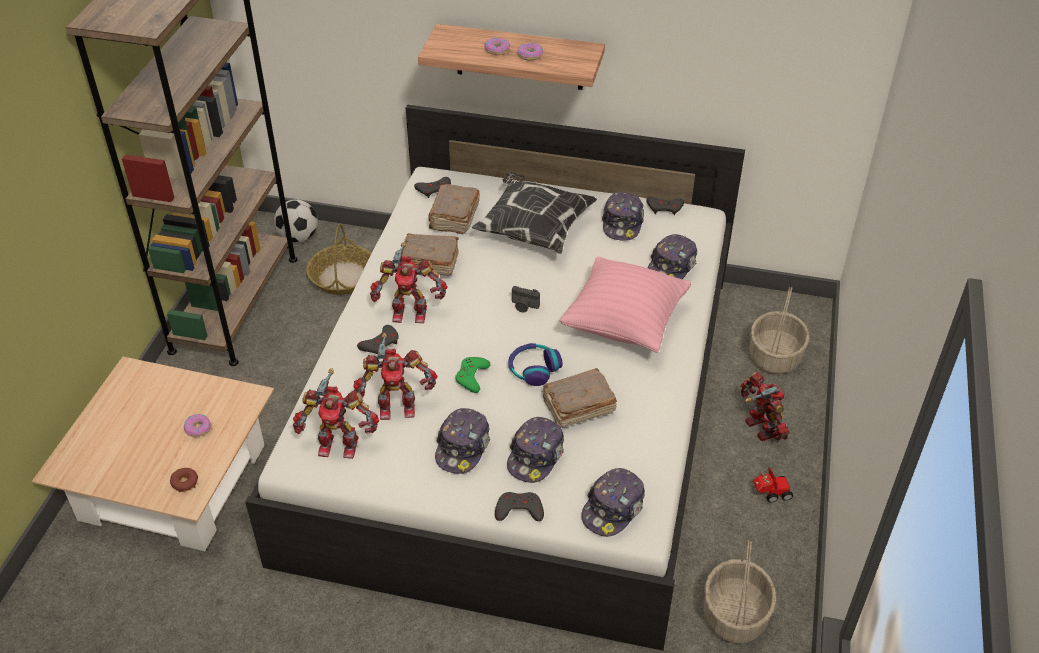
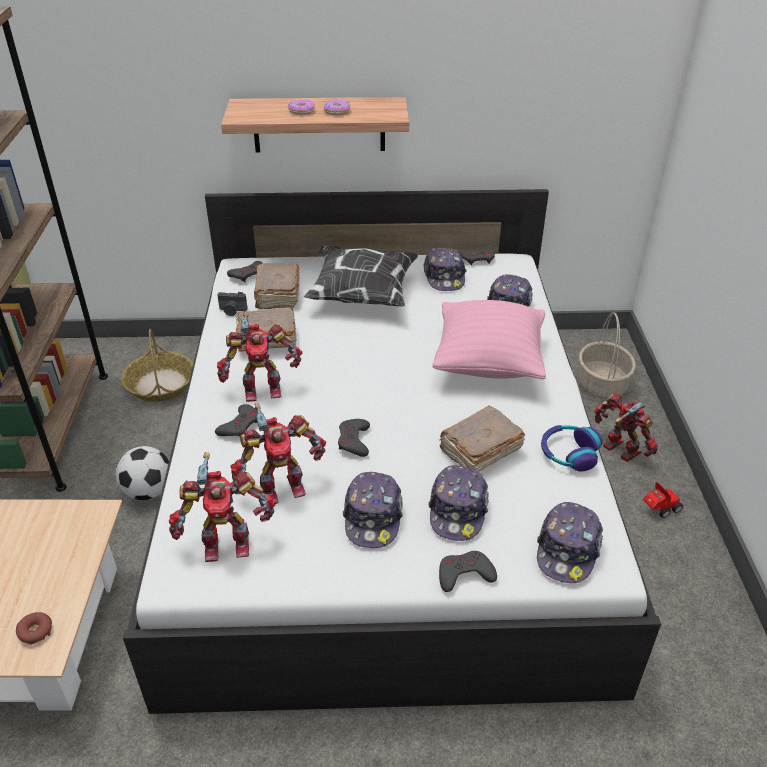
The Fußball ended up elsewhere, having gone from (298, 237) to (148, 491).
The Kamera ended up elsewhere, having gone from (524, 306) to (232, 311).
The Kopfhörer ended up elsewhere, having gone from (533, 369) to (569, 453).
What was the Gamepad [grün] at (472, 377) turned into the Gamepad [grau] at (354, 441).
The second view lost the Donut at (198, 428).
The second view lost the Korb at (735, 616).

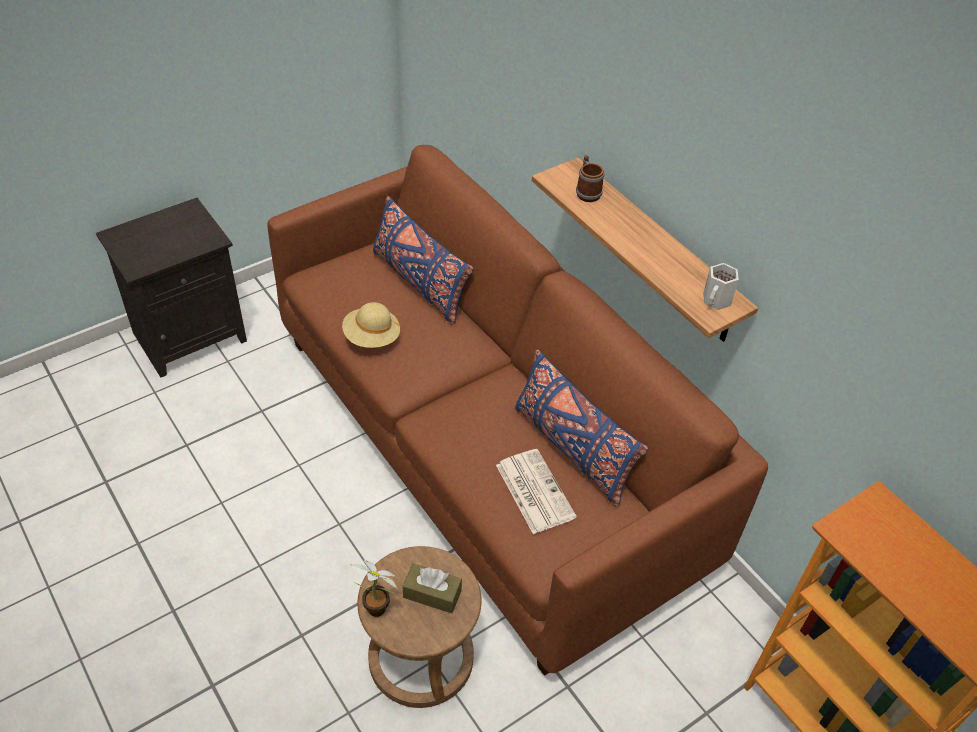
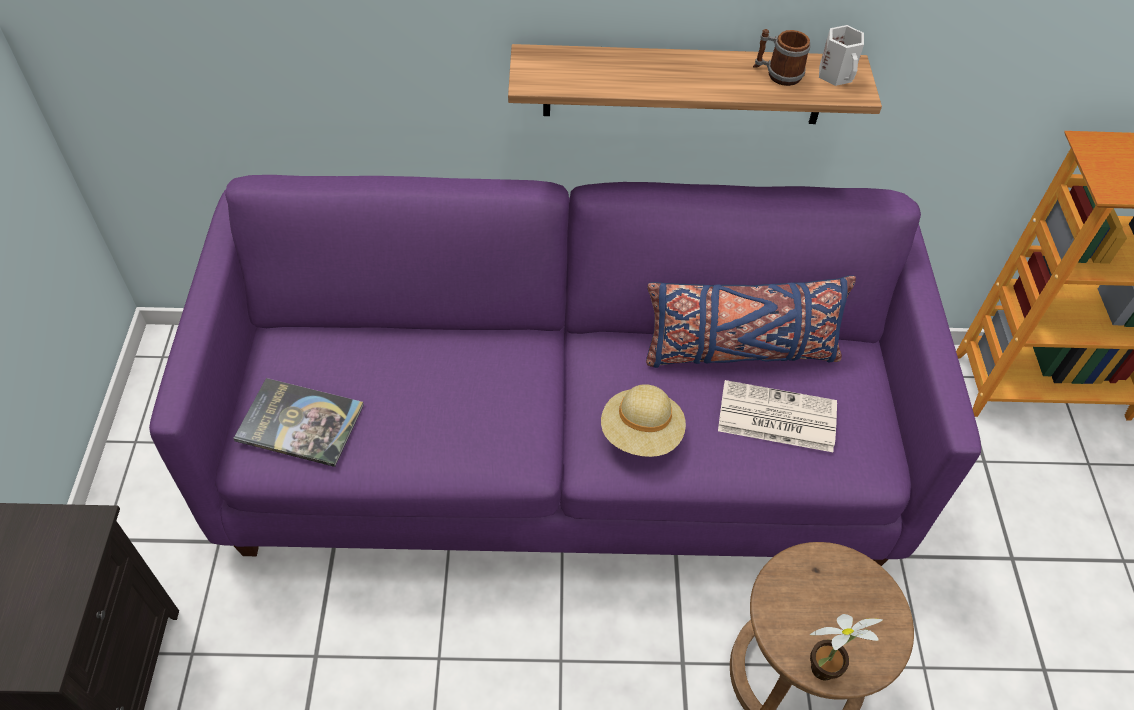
What was the Sofa [braun] at (485, 448) turned into the Sofa [lila] at (563, 450).
The Henkelbecher ended up elsewhere, having gone from (587, 191) to (777, 74).
The second view lost the Kissen [blau] at (420, 282).
The Hut [beige] ended up elsewhere, having gone from (371, 337) to (641, 434).
The second view lost the Taschentuchbox [braun] at (432, 594).
The second view gained the Buch at (300, 423).

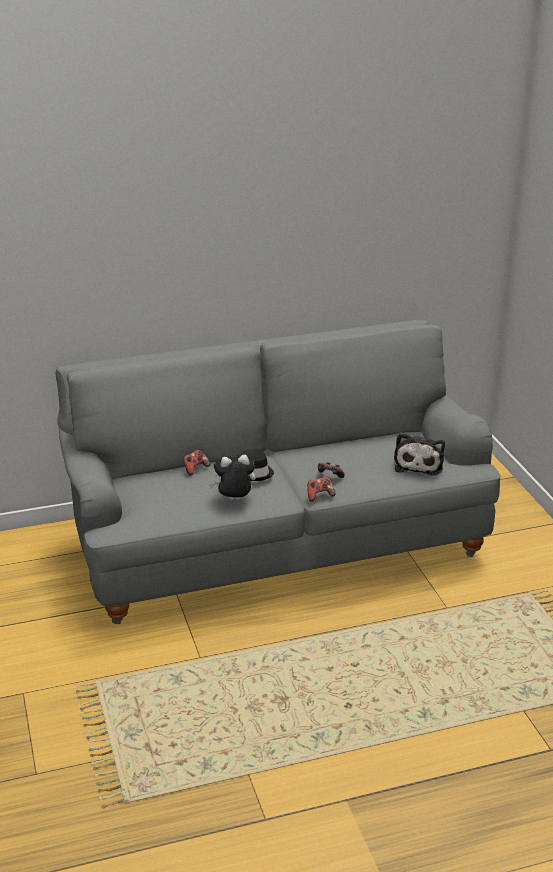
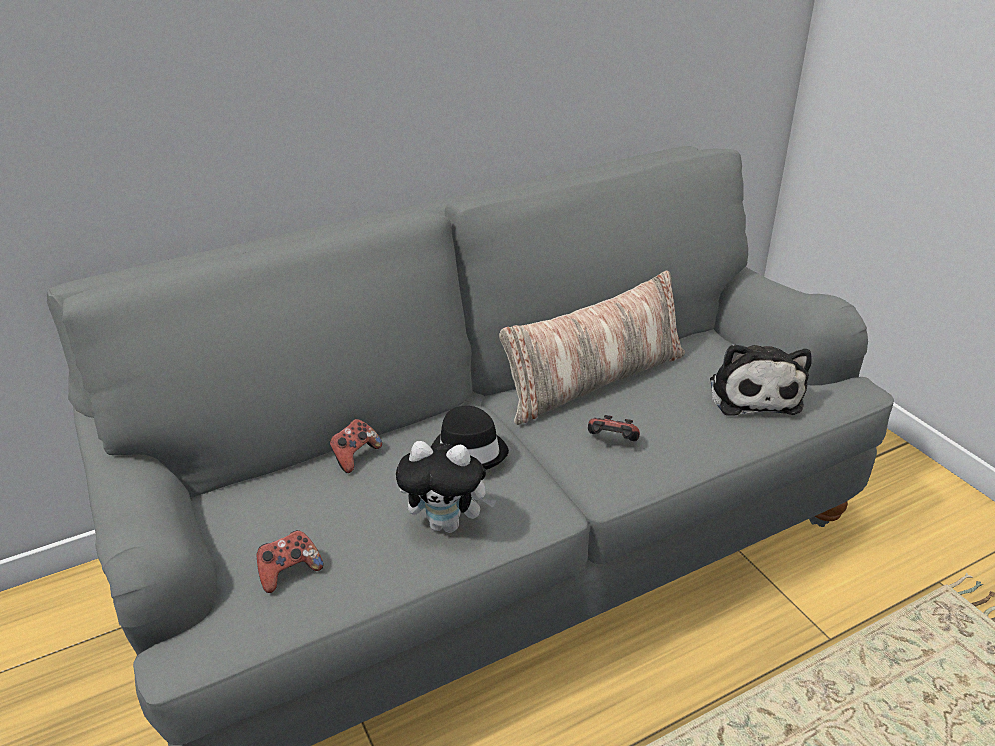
The Plüschtier at (234, 500) ended up facing another way, 150 degrees counterclockwise from before.
The Gamepad ended up elsewhere, having gone from (319, 496) to (289, 572).
The second view gained the Kissen at (594, 381).

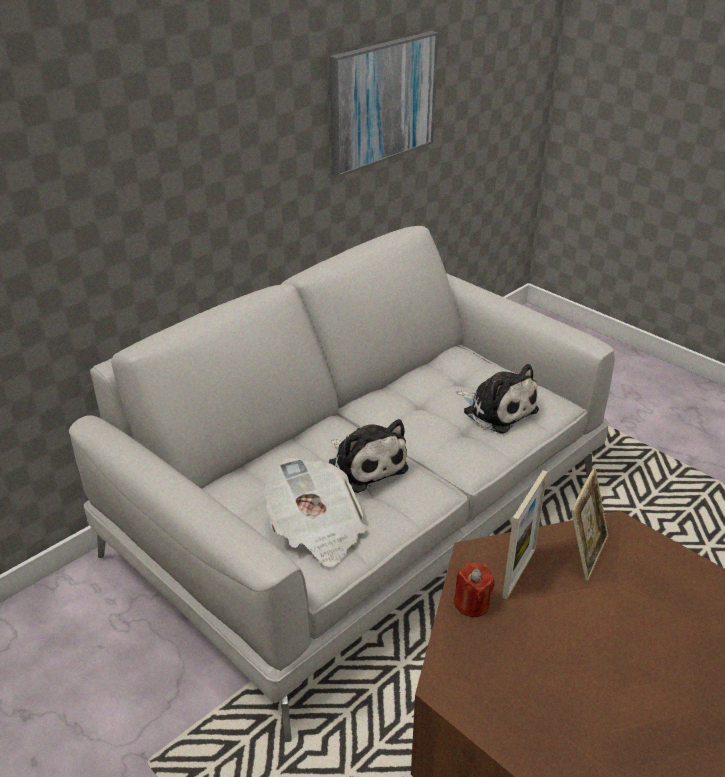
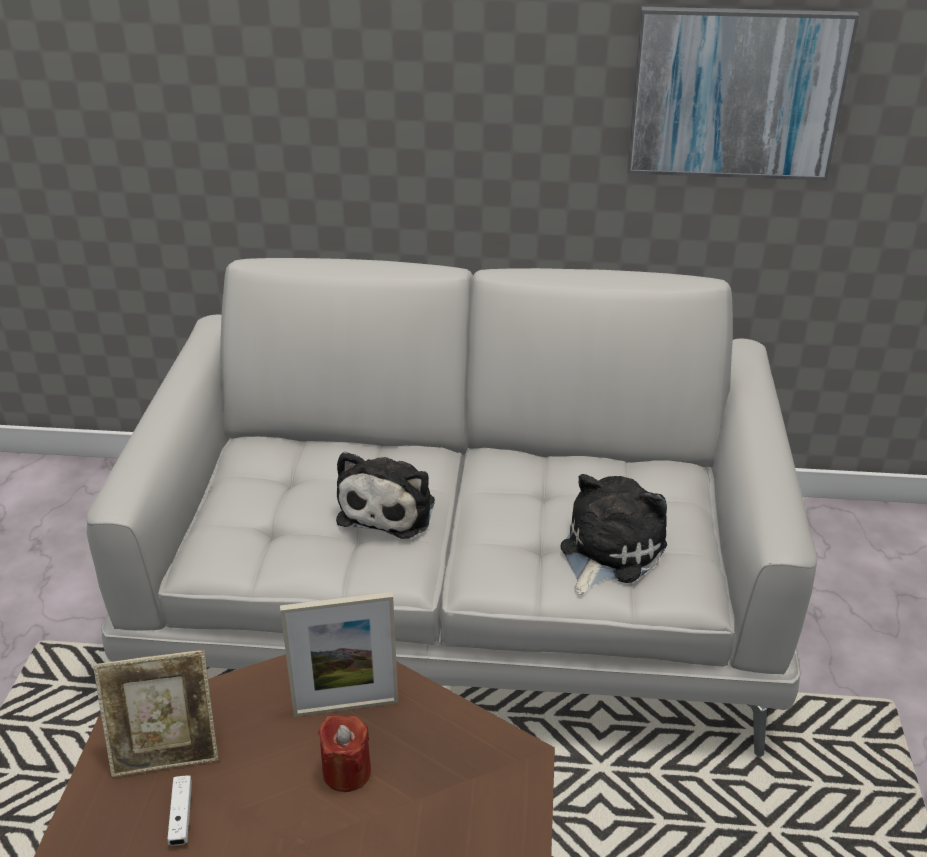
The Plüschtier at (497, 410) ended up facing another way, 150 degrees counterclockwise from before.
The second view lost the Zeitung at (316, 531).
The Bilderrahmen ended up elsewhere, having gone from (584, 552) to (166, 753).
The Kerze [rot] ended up elsewhere, having gone from (472, 604) to (346, 772).
The second view gained the Gamepad [weiß] at (181, 816).

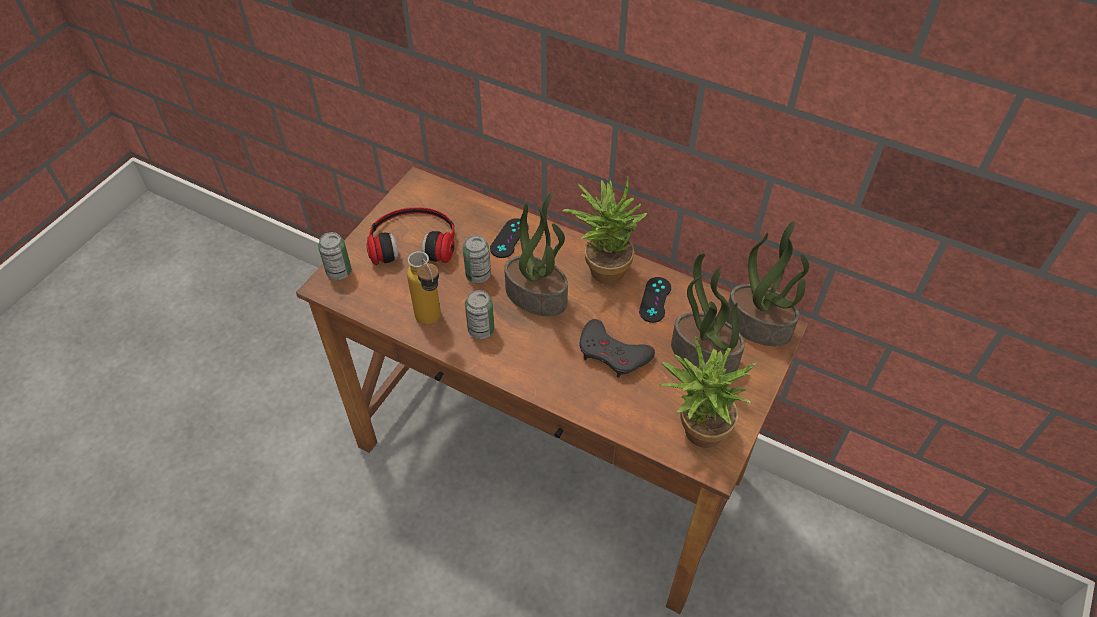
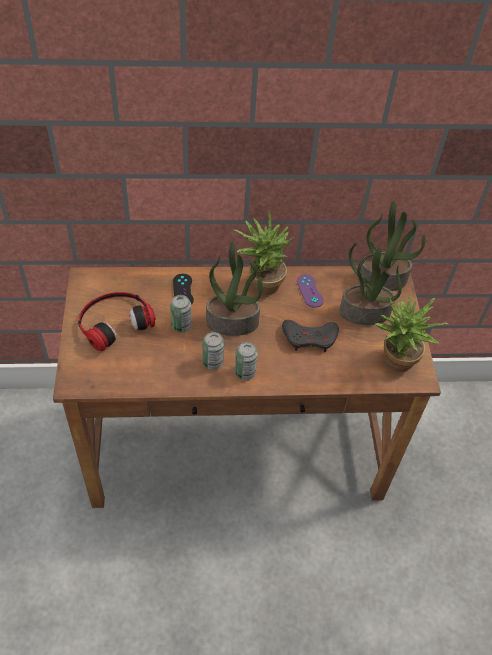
The Dose ended up elsewhere, having gone from (339, 272) to (245, 372).
The second view lost the Flasche at (432, 323).
What was the Gamepad [schwarz] at (655, 300) turned into the Gamepad [lila] at (310, 291).

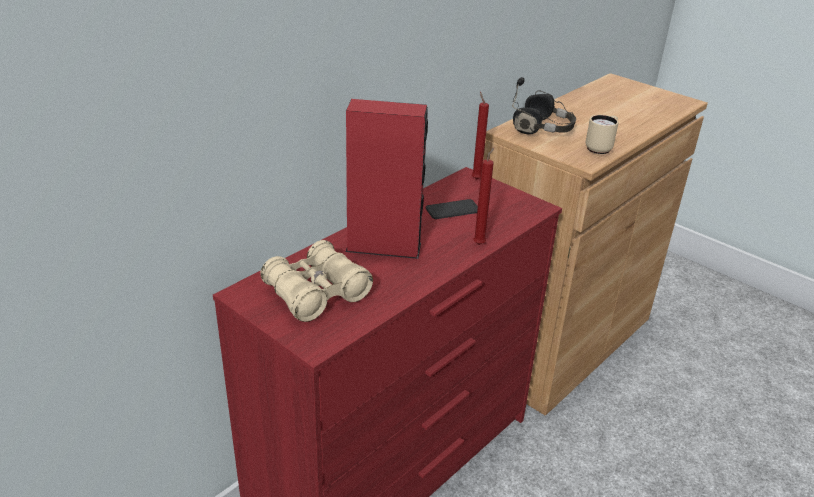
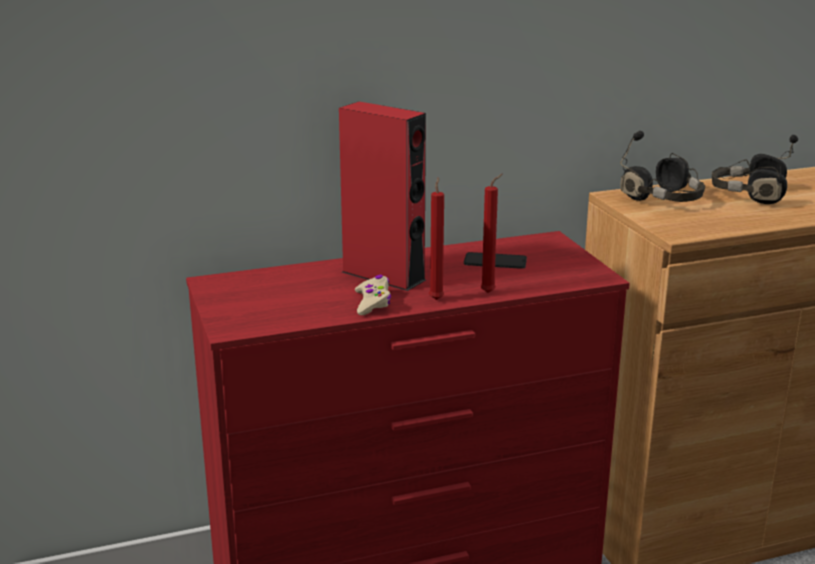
The Kerze [rot] ended up elsewhere, having gone from (475, 178) to (436, 298).
The second view lost the Henkelbecher [beige] at (600, 148).
The second view lost the Fernglas [beige] at (316, 293).
The second view gained the Kopfhörer [schwarz] at (748, 195).
The second view gained the Gamepad [beige] at (373, 302).

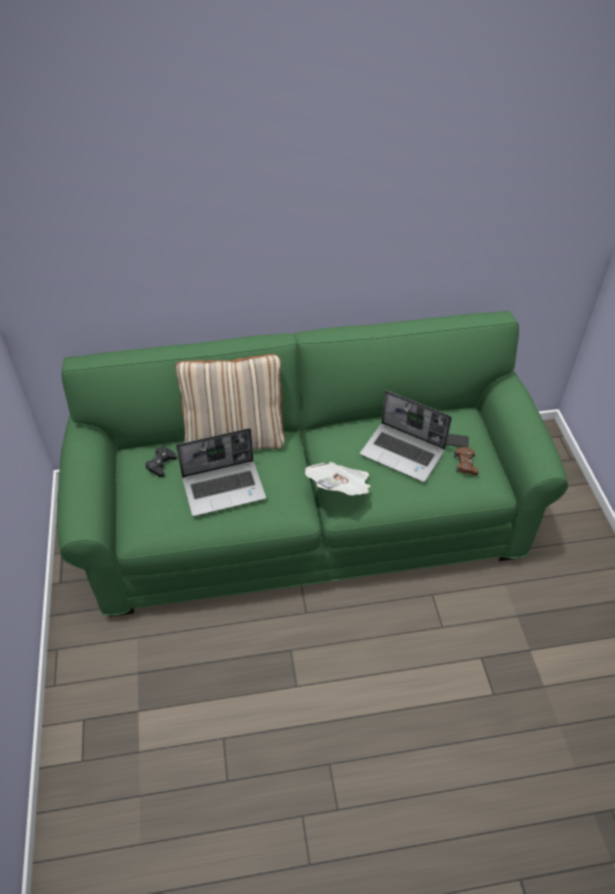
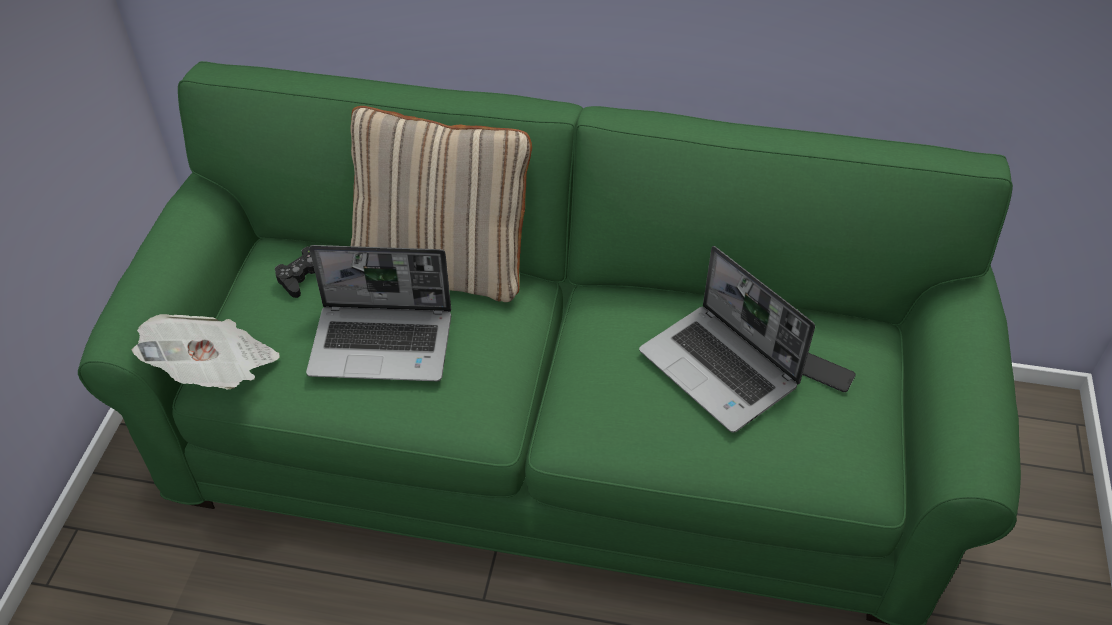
The second view lost the Gamepad [braun] at (465, 464).
The Zeitung ended up elsewhere, having gone from (340, 489) to (216, 370).

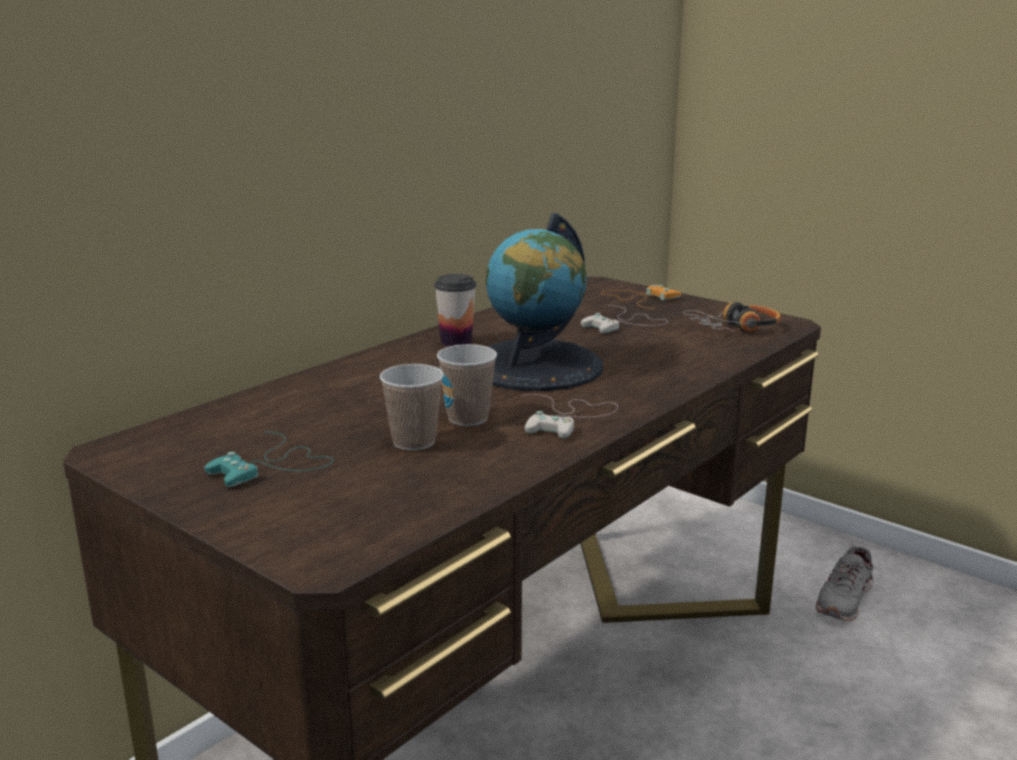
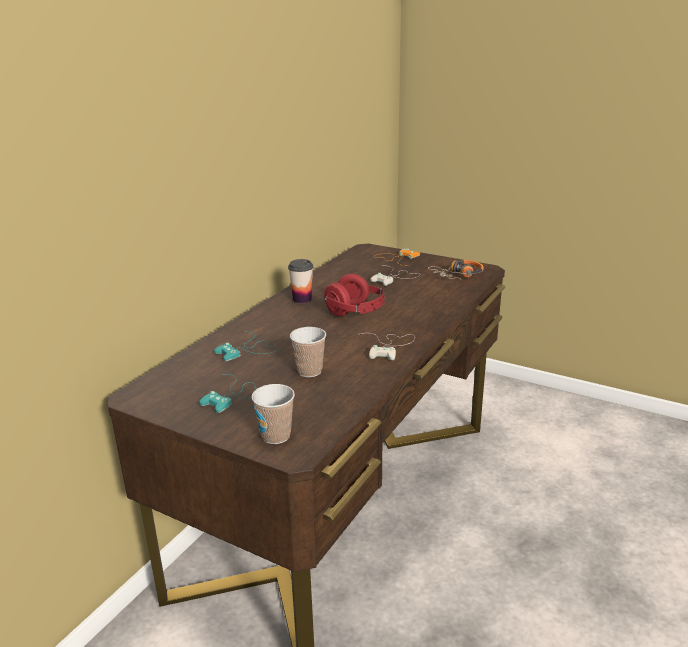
Where the Globus stood at (535, 366), the Kopfhörer [rot] came to stand at (356, 312).
The Tasse ended up elsewhere, having gone from (468, 418) to (276, 436).
The second view lost the Schuh [grau] at (843, 599).
The second view gained the Gamepad [türkis] at (248, 350).

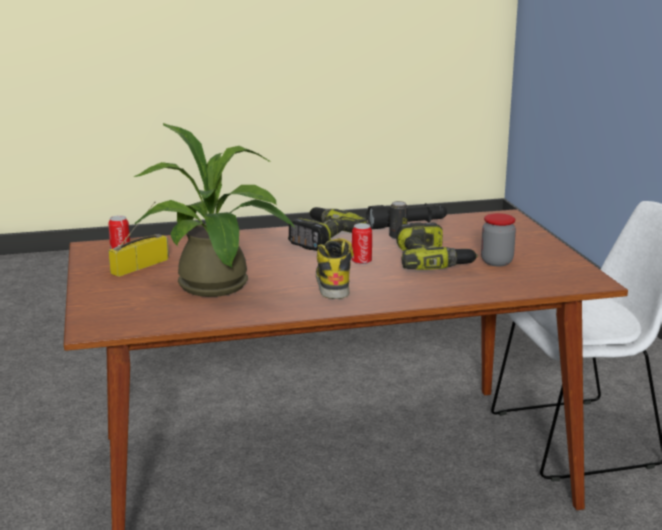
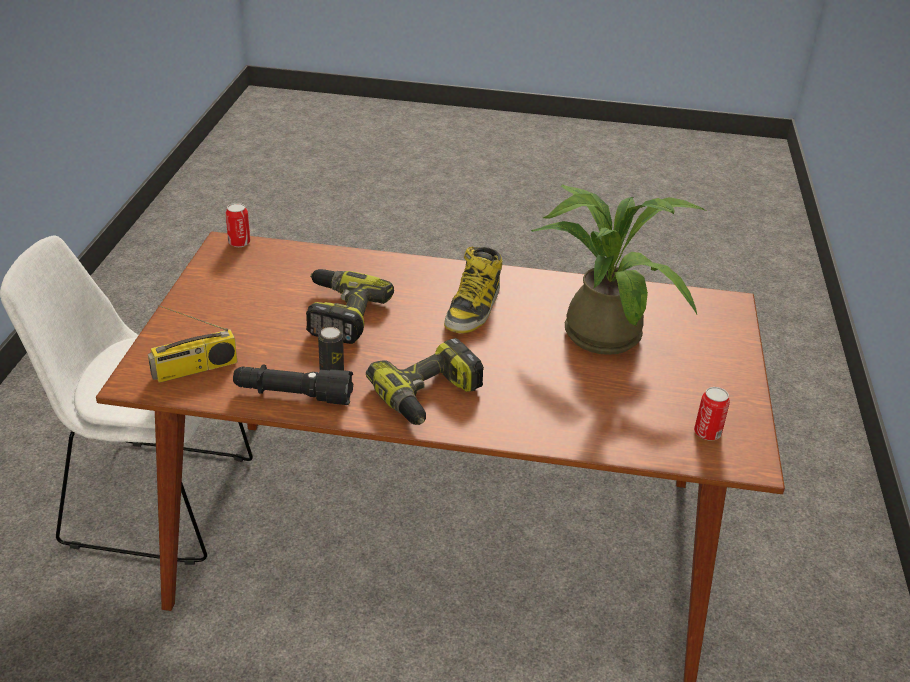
The Radio ended up elsewhere, having gone from (140, 266) to (194, 369).
The second view lost the Vorratsglas at (496, 262).
The Dose ended up elsewhere, having gone from (361, 261) to (239, 243).

